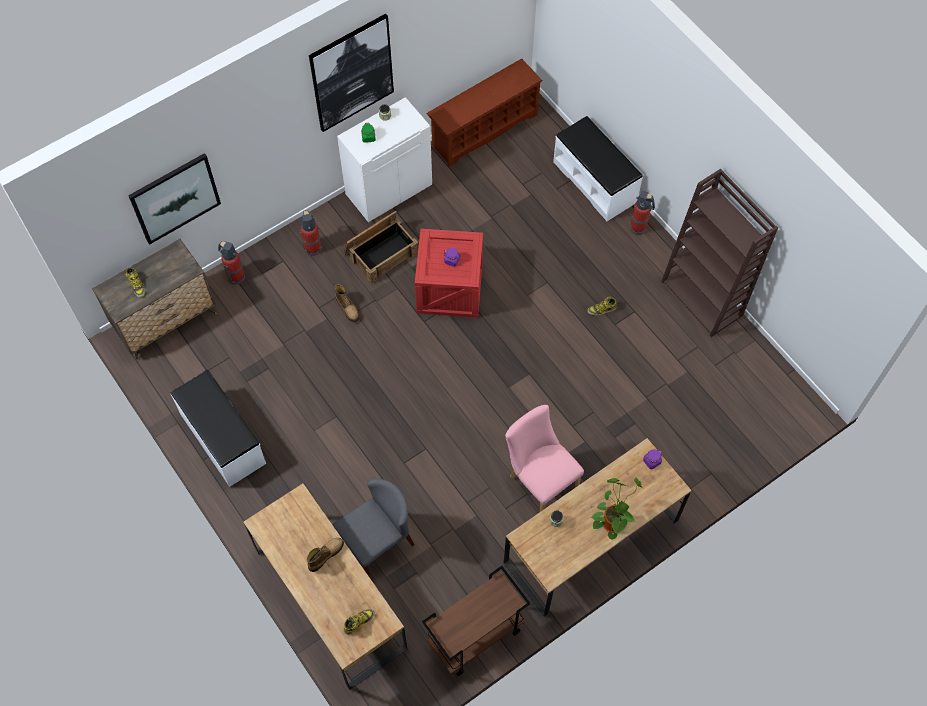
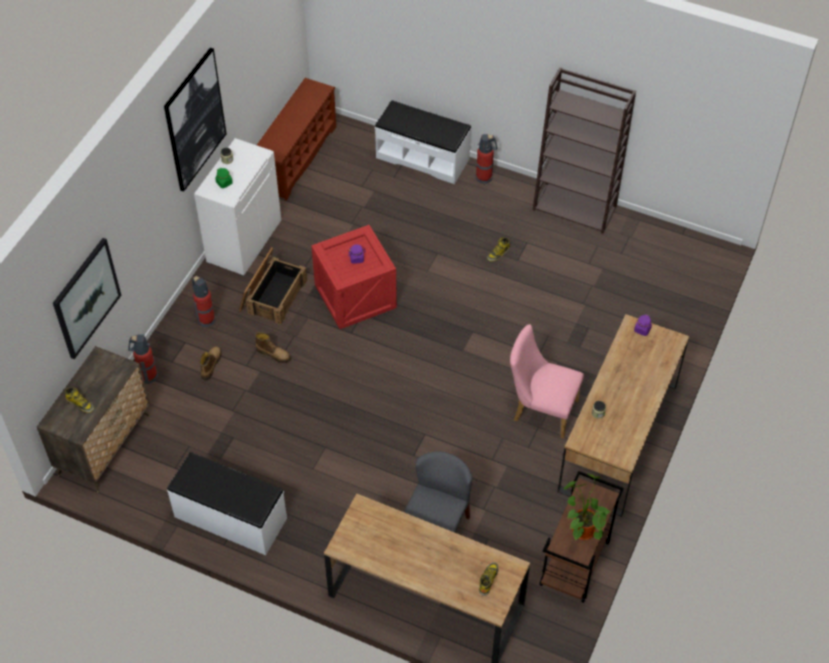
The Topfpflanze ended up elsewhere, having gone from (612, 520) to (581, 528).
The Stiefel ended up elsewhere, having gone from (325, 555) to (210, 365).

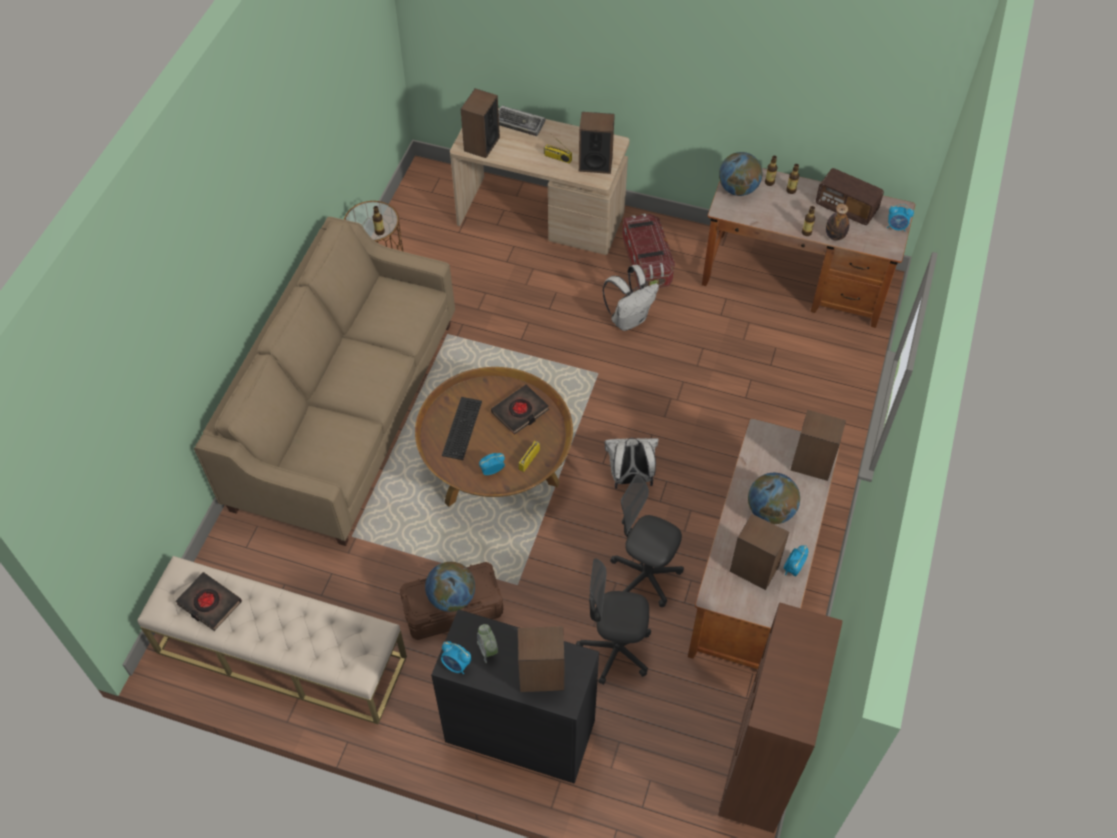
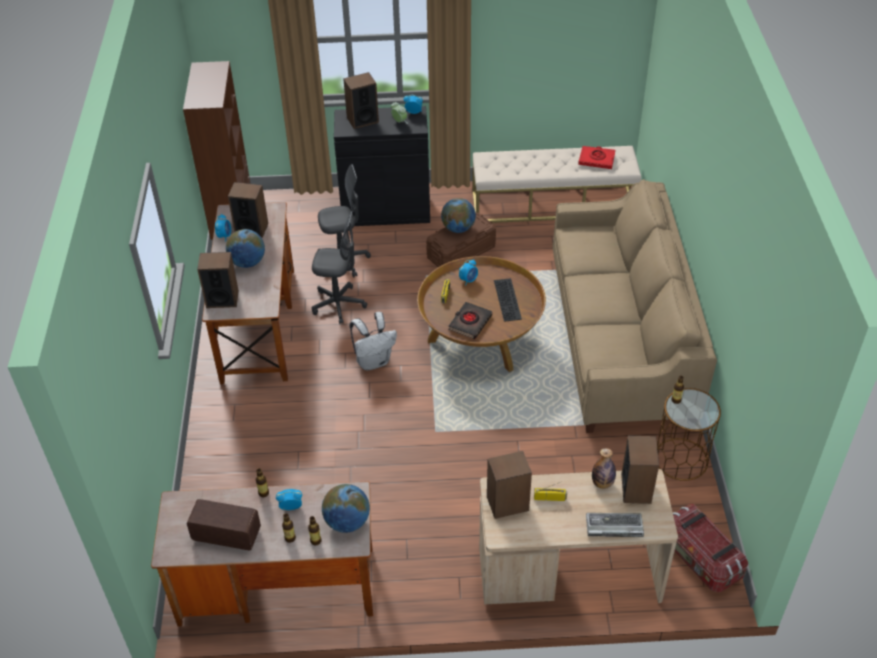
The Flasche ended up elsewhere, having gone from (835, 236) to (602, 483).
The Wecker ended up elsewhere, having gone from (896, 227) to (291, 507).
The Aufbewahrungsbox ended up elsewhere, having gone from (646, 263) to (700, 559).
The second view lost the Rucksack [weiß] at (629, 319).
What was the Buch [schwarz] at (209, 603) turned into the Buch [rot] at (596, 160).

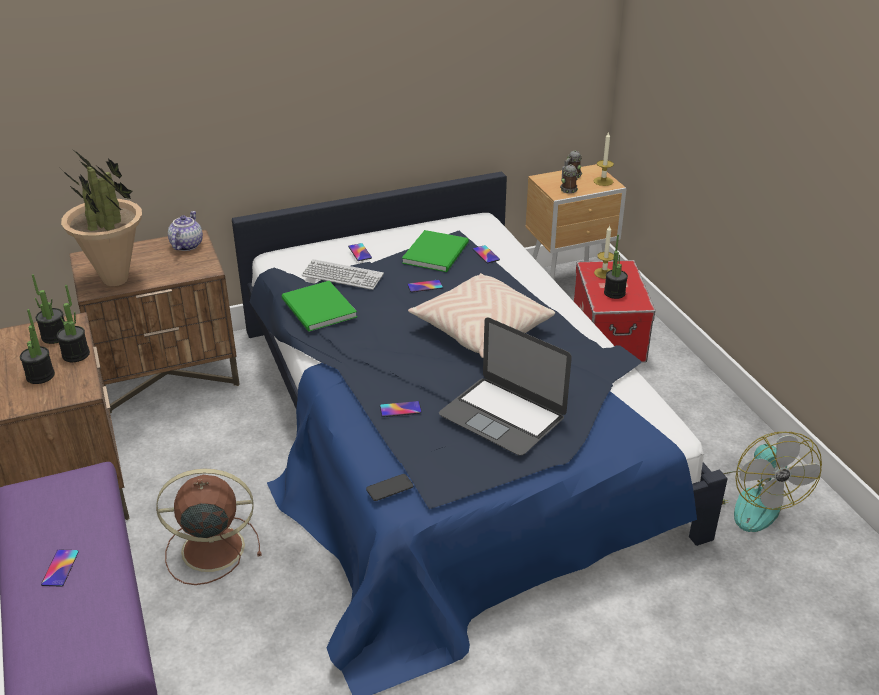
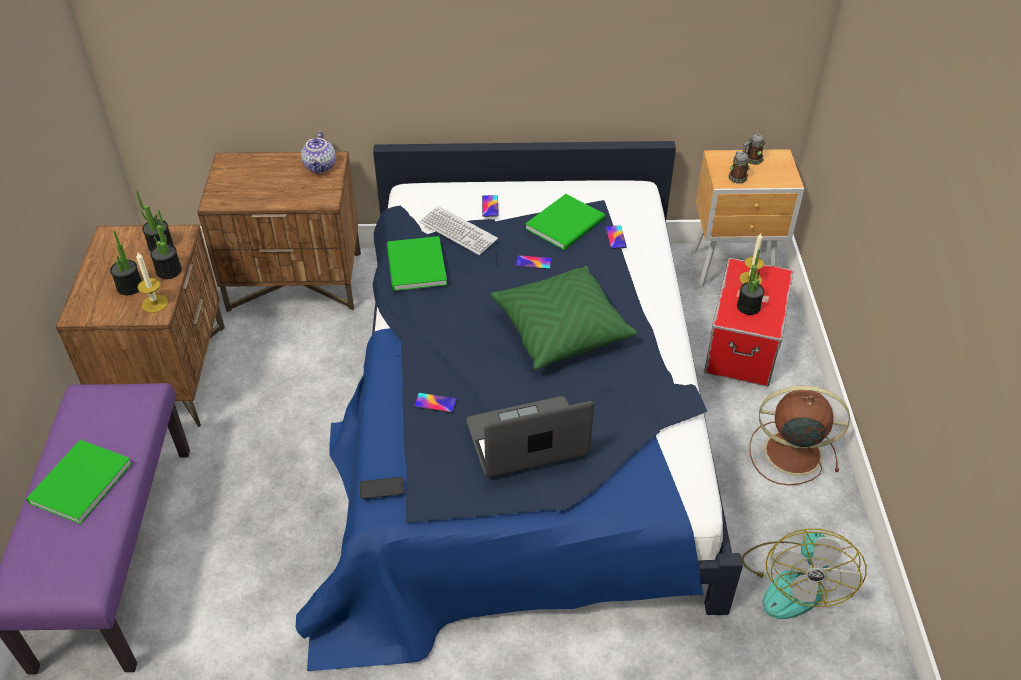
The Kerze ended up elsewhere, having gone from (603, 181) to (155, 304).
The second view lost the Topfpflanze at (116, 280).
The Teekanne at (186, 245) ended up facing another way, 150 degrees clockwise from before.
What was the Kissen [beige] at (480, 330) turned into the Kissen [grün] at (561, 330).
The Laptop at (502, 415) ended up facing another way, 105 degrees clockwise from before.
The Ventilator [braun] ended up elsewhere, having gone from (210, 549) to (790, 452).
Where the Handy stood at (60, 568), the Buch [grün] came to stand at (77, 484).

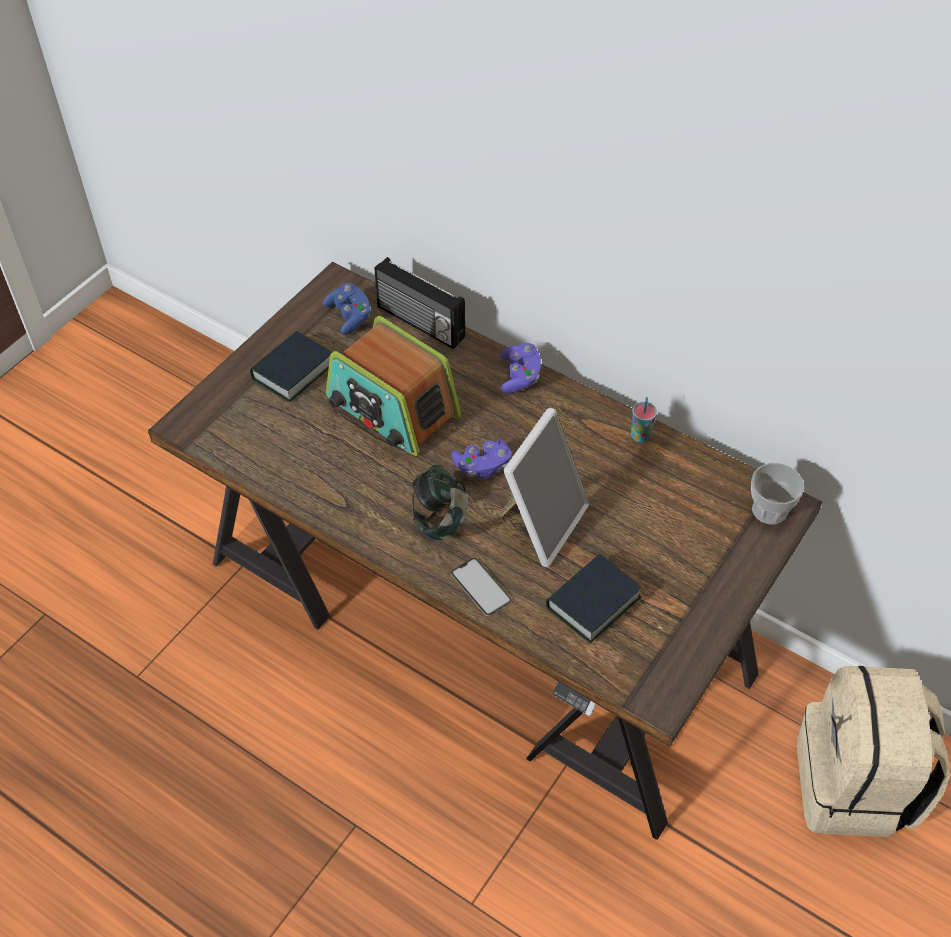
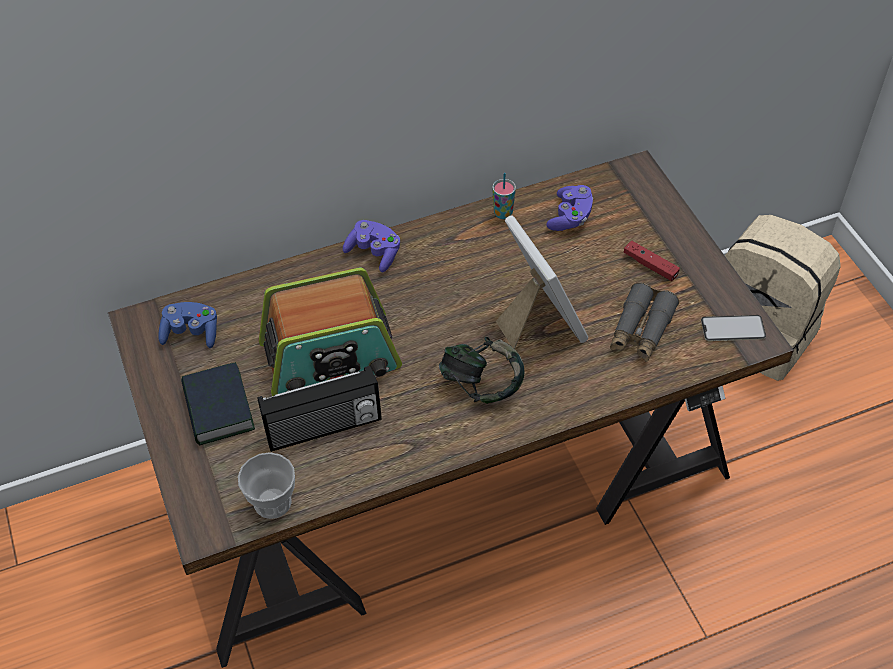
The Radio ended up elsewhere, having gone from (419, 323) to (324, 429).
The Gamepad [lila] ended up elsewhere, having gone from (482, 467) to (570, 217).
The Tasse ended up elsewhere, having gone from (769, 510) to (272, 502).
Where the Buch stood at (593, 602), the Fernglas [grau] came to stand at (641, 330).
The Handy ended up elsewhere, having gone from (481, 587) to (733, 328).
The second view gained the Gamepad [rot] at (650, 265).

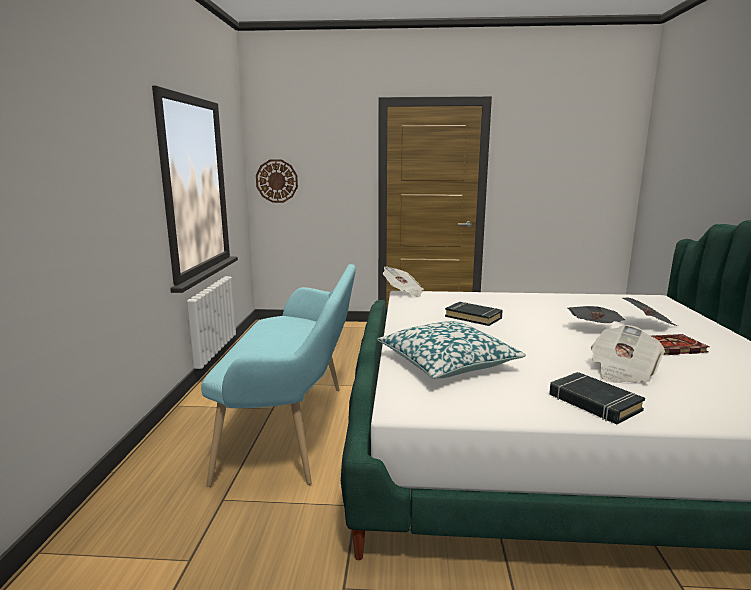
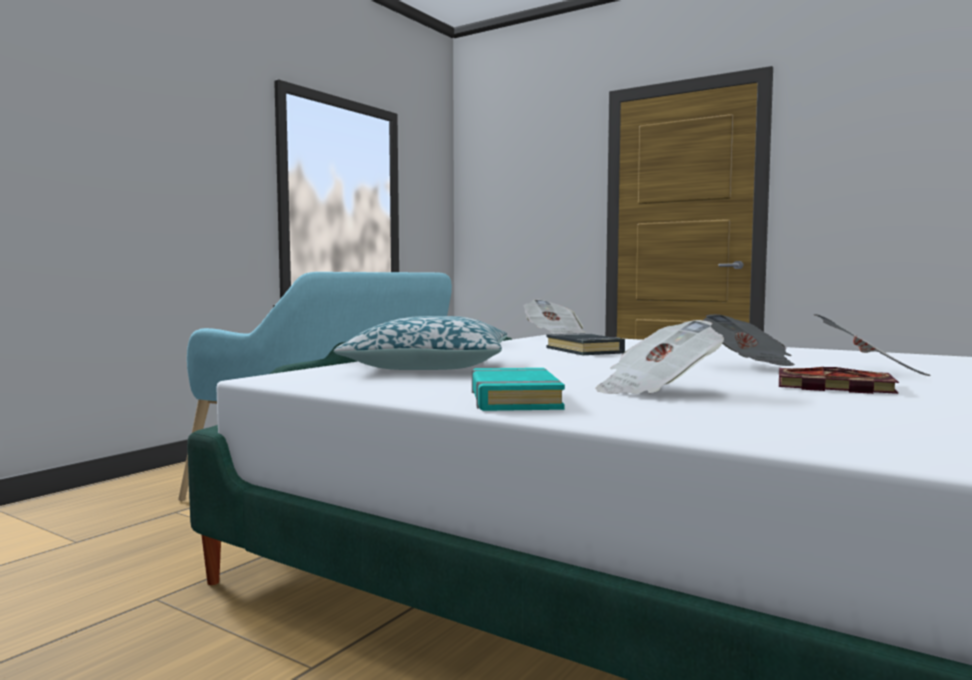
The second view lost the Wanduhr at (277, 181).
What was the Buch [schwarz] at (594, 403) turned into the Buch [türkis] at (513, 399).

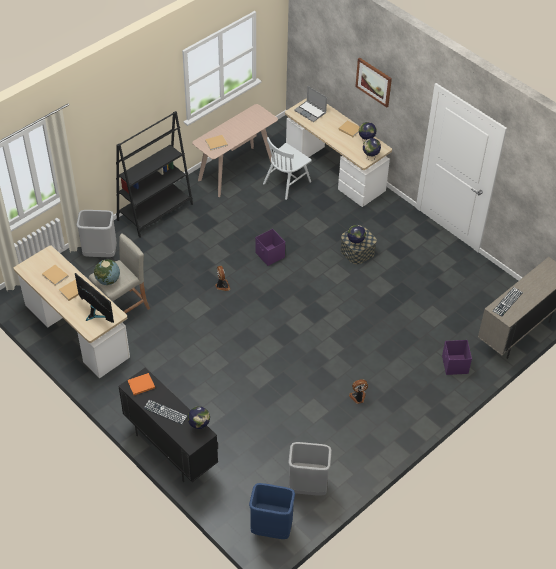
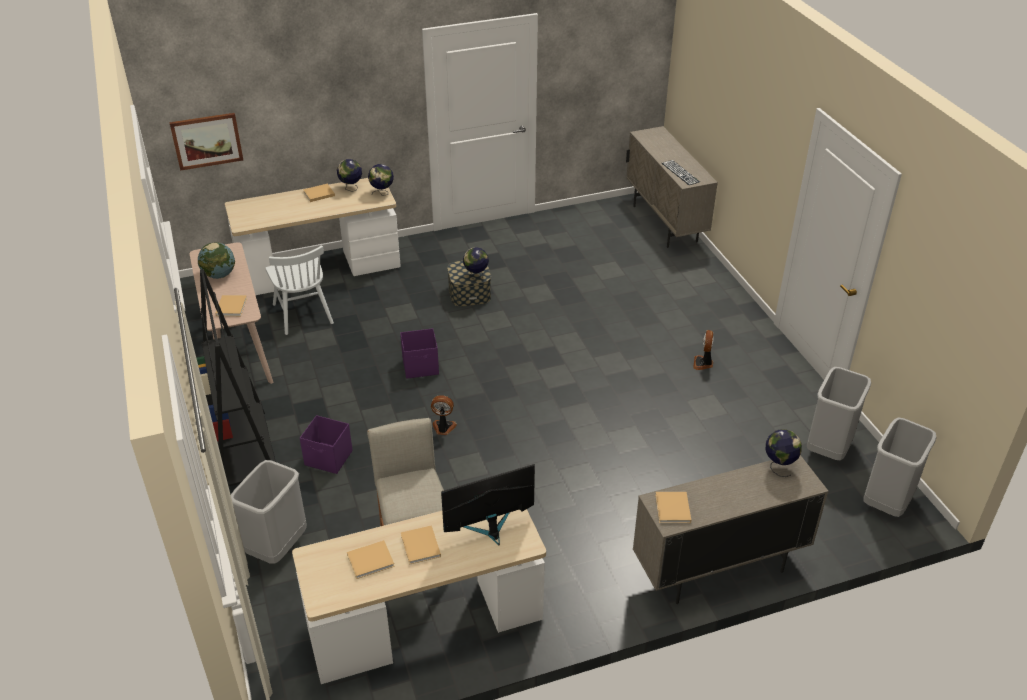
The Bild ended up elsewhere, having gone from (374, 82) to (207, 140).
The second view lost the Laptop at (311, 112).
The Globus ended up elsewhere, having gone from (108, 280) to (219, 275).
The Aufbewahrungsbox [lila] ended up elsewhere, having gone from (454, 365) to (329, 458).
What was the Schrank [schwarz] at (170, 449) turned into the Schrank [beige] at (718, 570).
What was the Buch [orange] at (140, 385) turned into the Buch [beige] at (673, 509).
The second view lost the Tastatur at (165, 412).
What was the Mülleimer [blau] at (271, 529) turned into the Mülleimer [grau] at (887, 503).

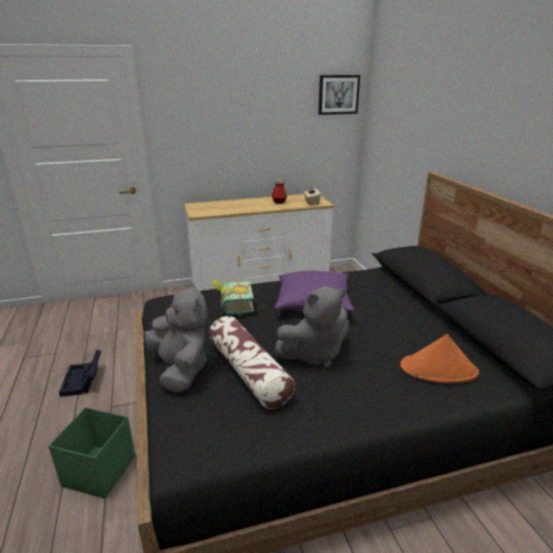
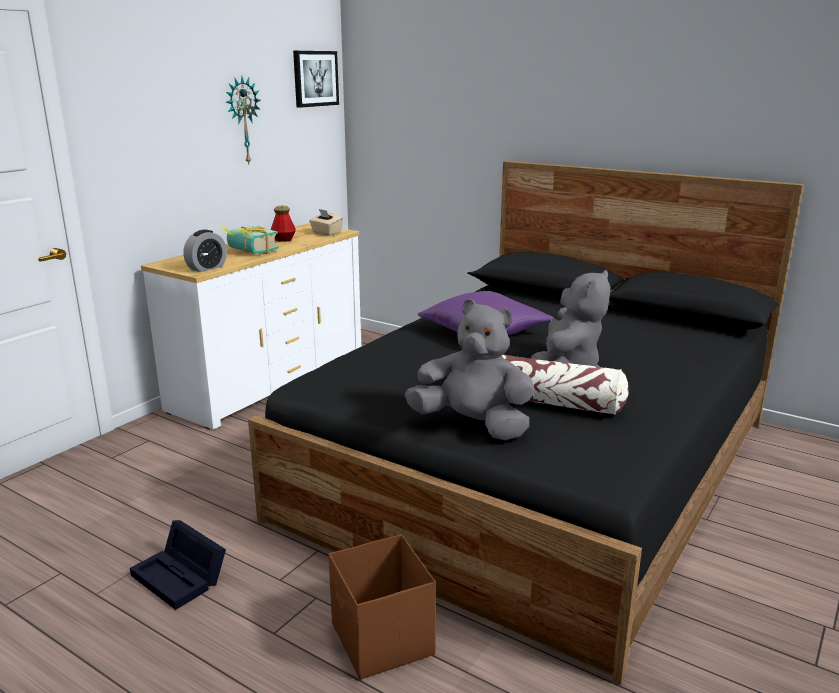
The Buch ended up elsewhere, having gone from (232, 306) to (249, 252).
The second view lost the Hut [orange] at (438, 370).
What was the Aufbewahrungsbox [grün] at (98, 472) turned into the Aufbewahrungsbox [braun] at (382, 640).
The second view gained the Wanduhr at (242, 121).
The second view gained the Wecker at (207, 268).

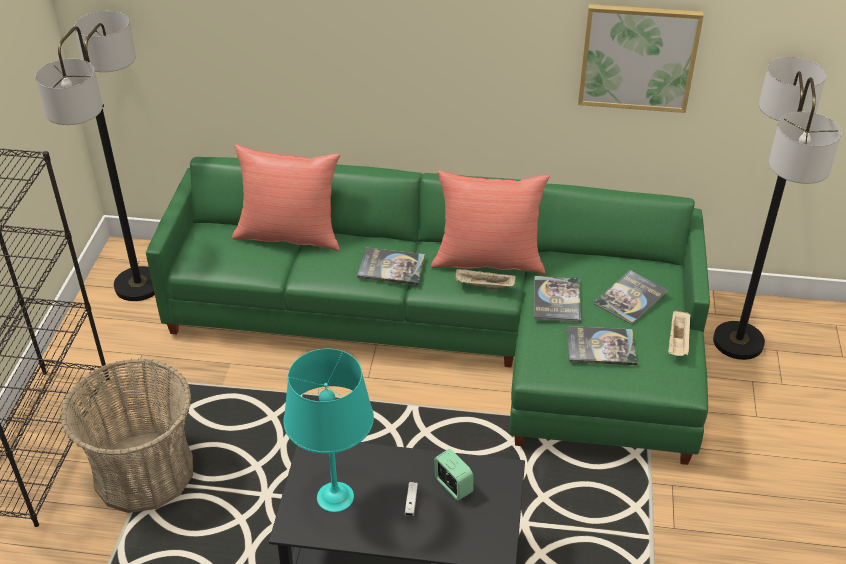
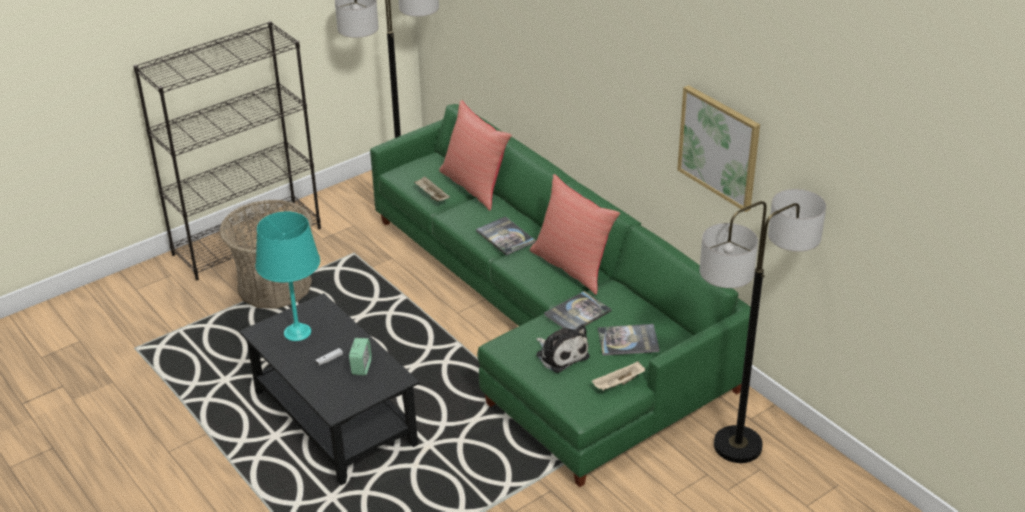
The Tablett [beige] ended up elsewhere, having gone from (483, 286) to (431, 196).
Where the Buch stood at (601, 347), the Plüschtier came to stand at (561, 354).

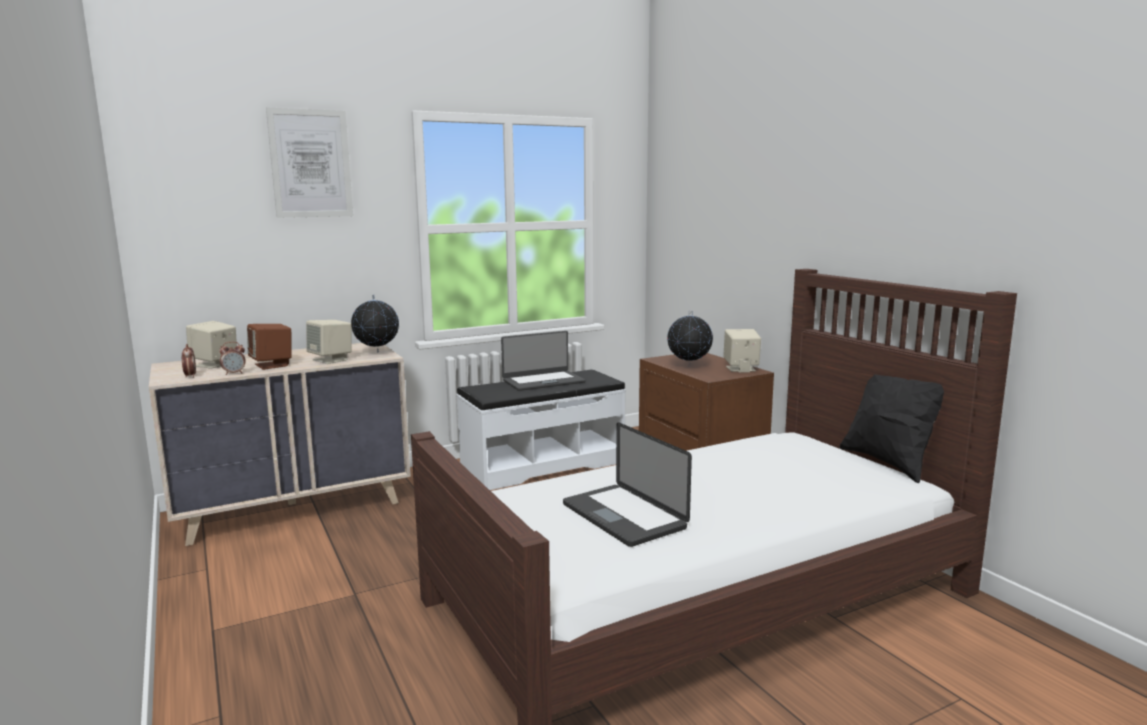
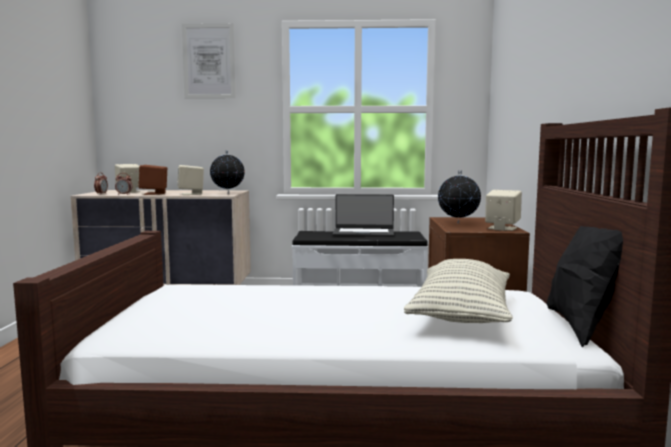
The second view lost the Laptop at (623, 516).
The second view gained the Kissen at (461, 314).

